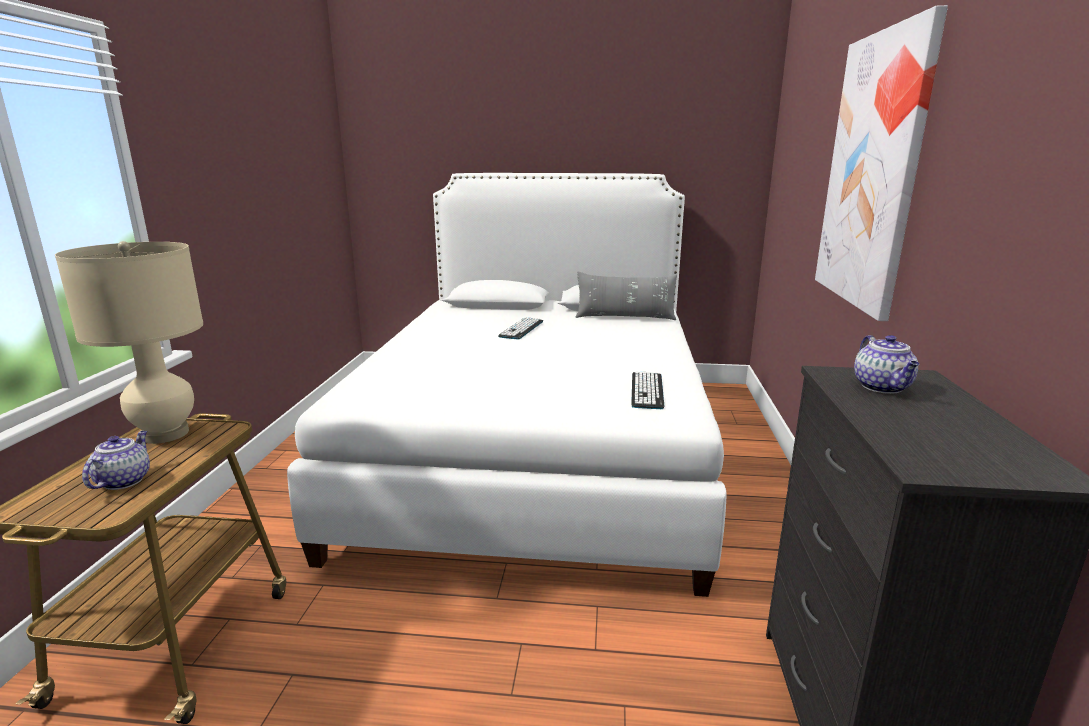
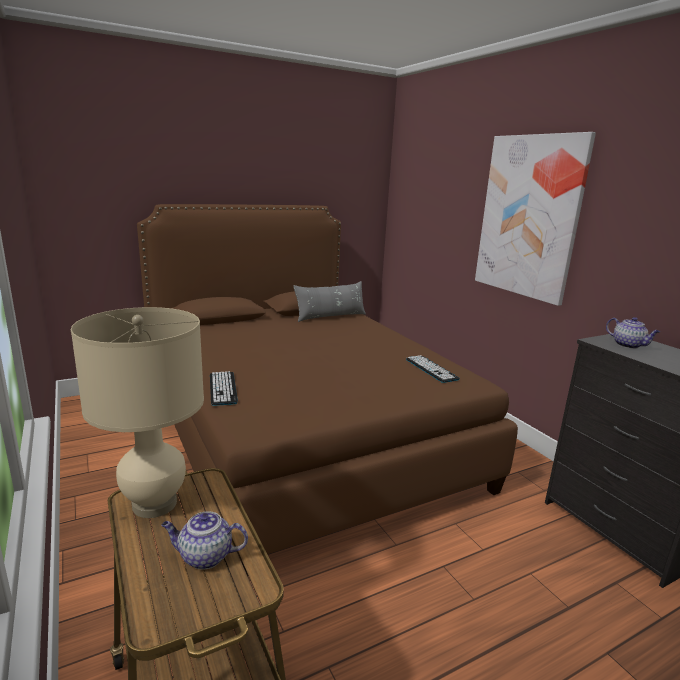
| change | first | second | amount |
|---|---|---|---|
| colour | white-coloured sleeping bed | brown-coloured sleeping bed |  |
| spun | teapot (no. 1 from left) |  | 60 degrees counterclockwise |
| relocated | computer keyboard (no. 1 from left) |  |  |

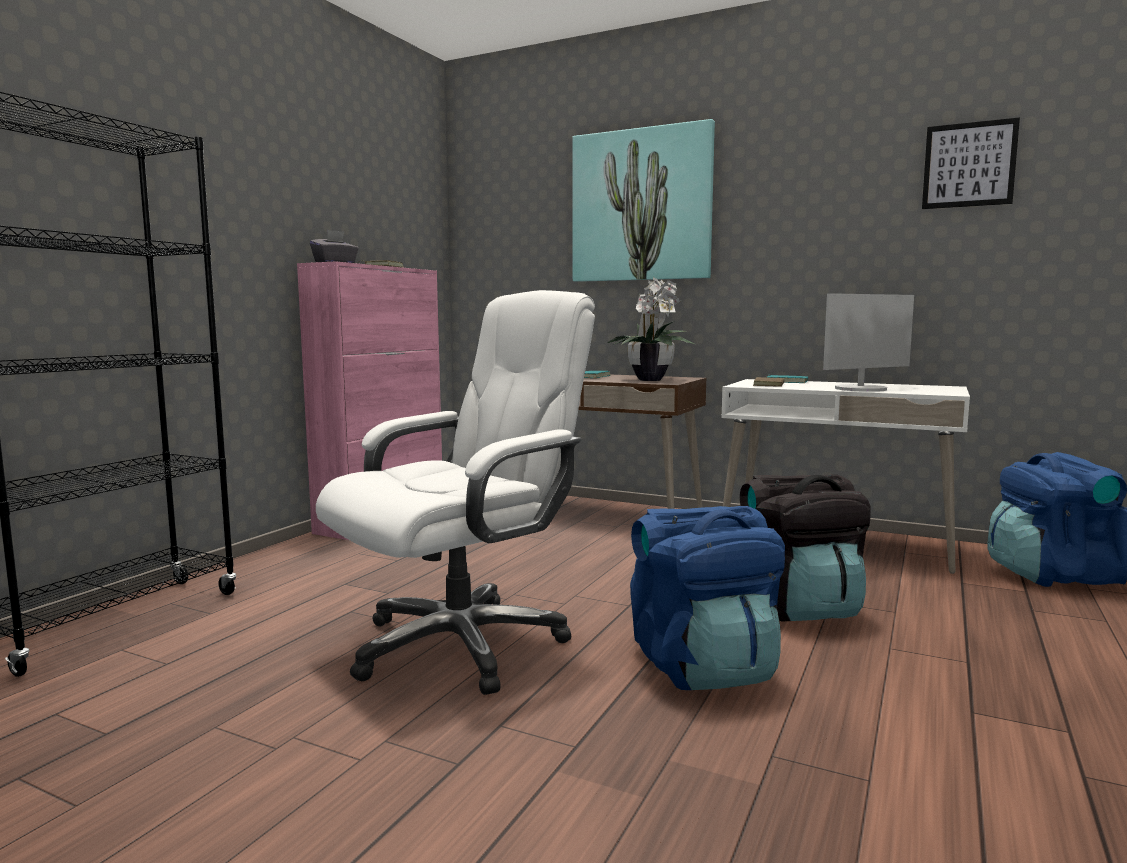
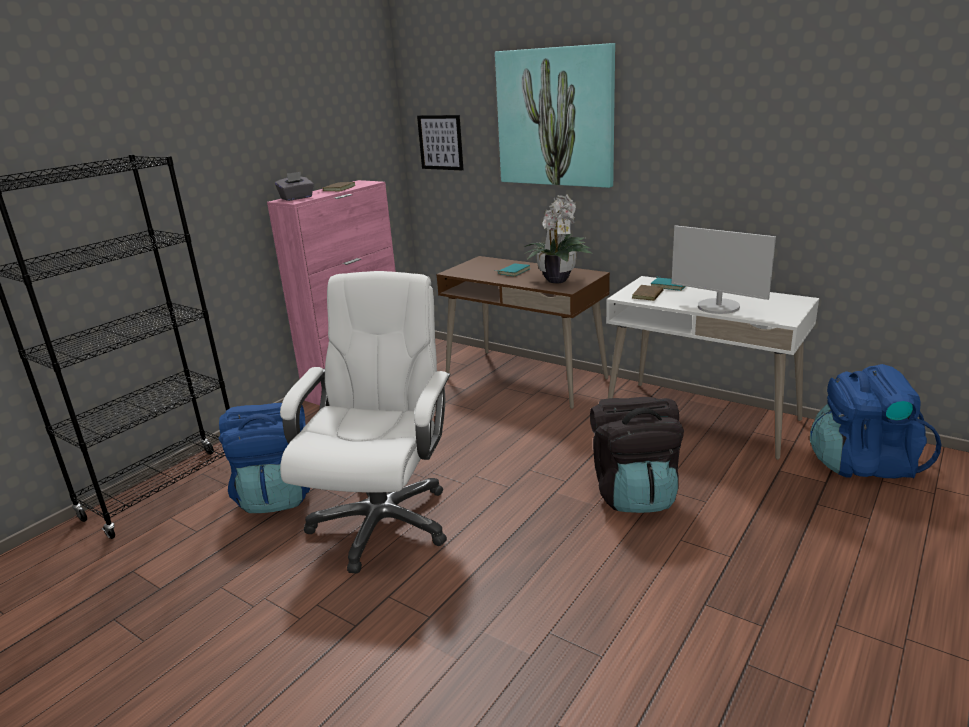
| change | first | second | amount |
|---|---|---|---|
| relocated | blue rucksack (no. 1 from left) |  |  |
| spun | white-coloured office chair |  | 45 degrees counterclockwise |
| relocated | wall art (no. 2 from left in the first image) | wall art (no. 1 from left) |  |
| spun | computer screen |  | 60 degrees clockwise |

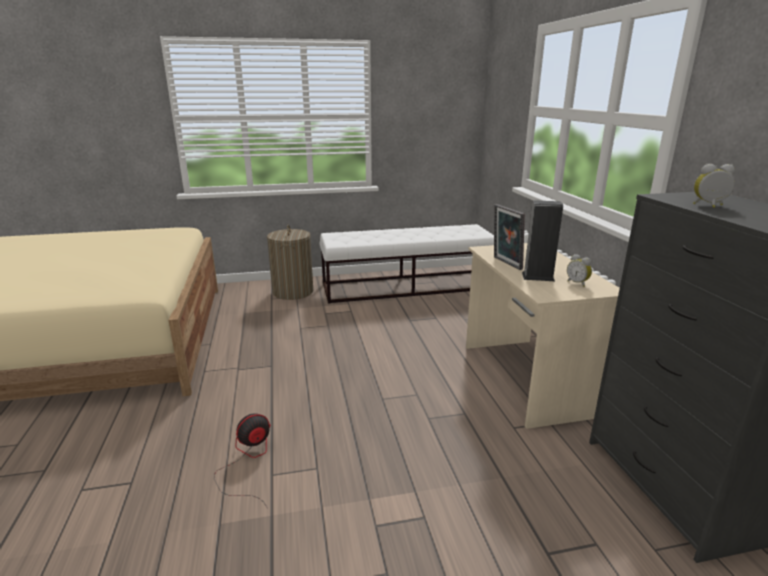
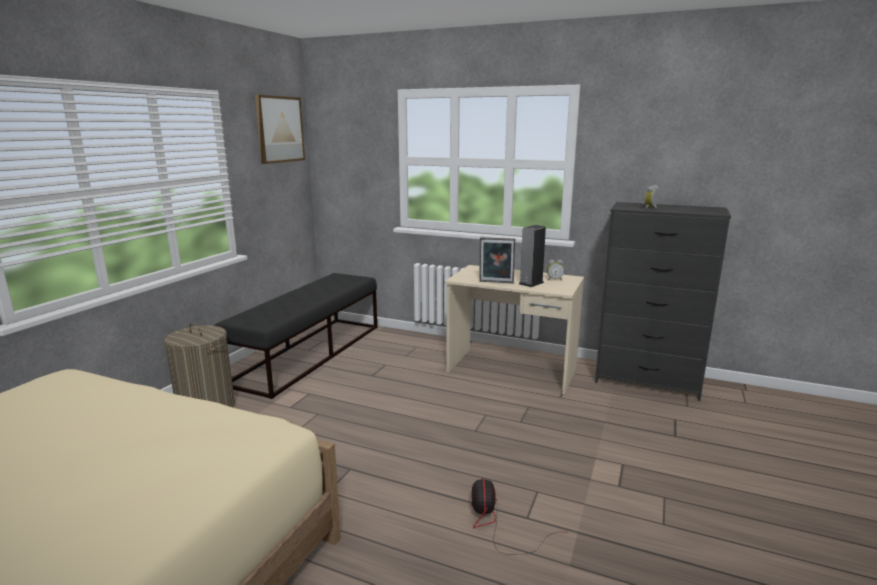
| change | first | second | amount |
|---|---|---|---|
| colour | white-coloured long seat | black long seat |  |
| appeared |  | wall art |  |

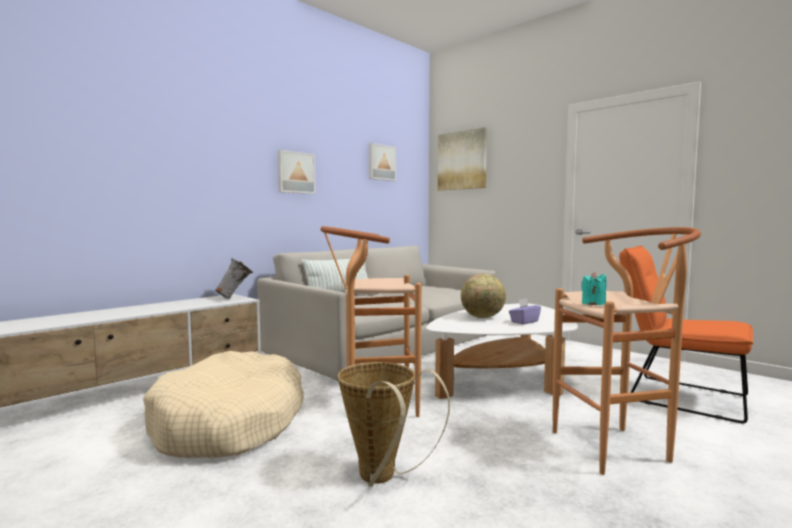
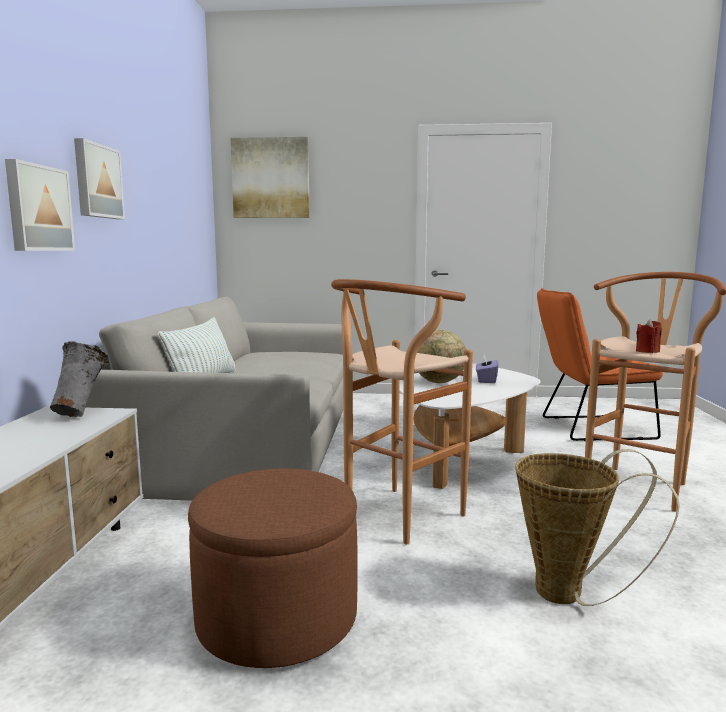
| change | first | second | amount |
|---|---|---|---|
| relocated | wall art (no. 2 from left in the first image) | wall art (no. 1 from left) |  |
| exchanged | beige-coloured dog bed | brown-coloured ottoman |  |
| colour | blue-green candle | red candle |  |

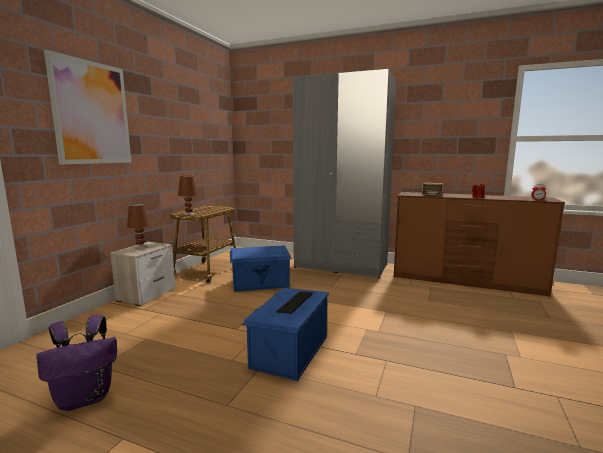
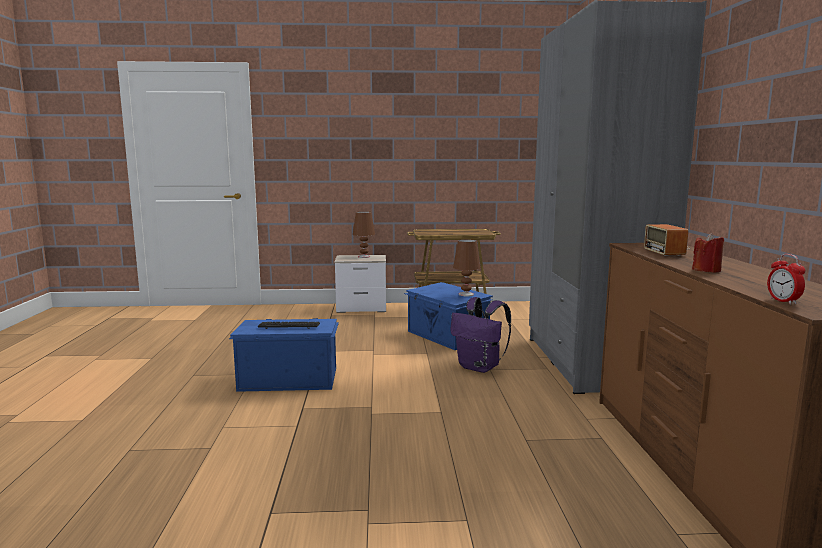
| change | first | second | amount |
|---|---|---|---|
| relocated | purple-coloured rucksack |  |  |
| relocated | brown-coloured table lamp (no. 2 from left) |  |  |
| missing | wall art |  |  |

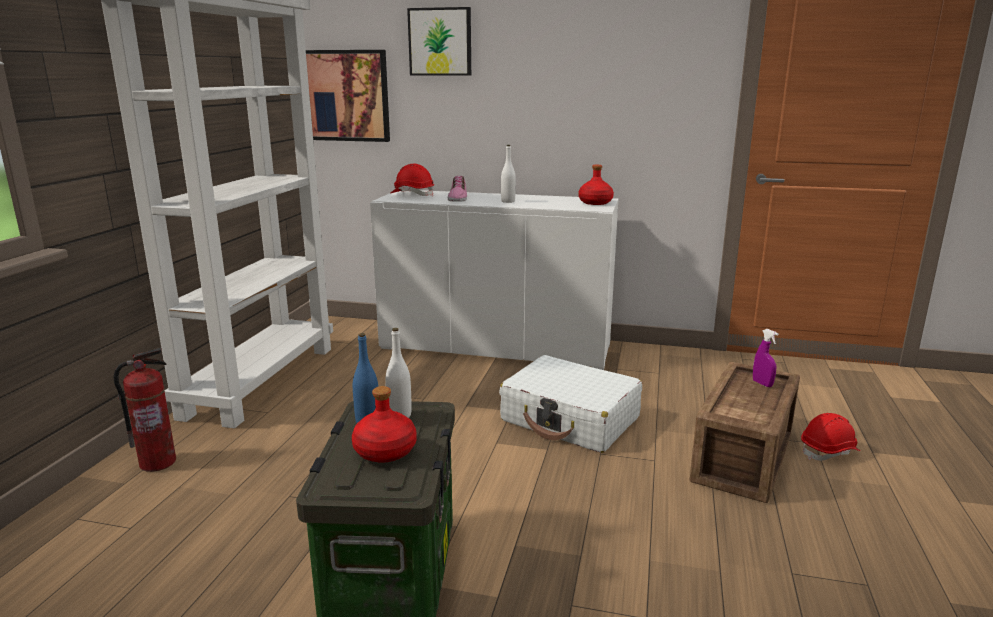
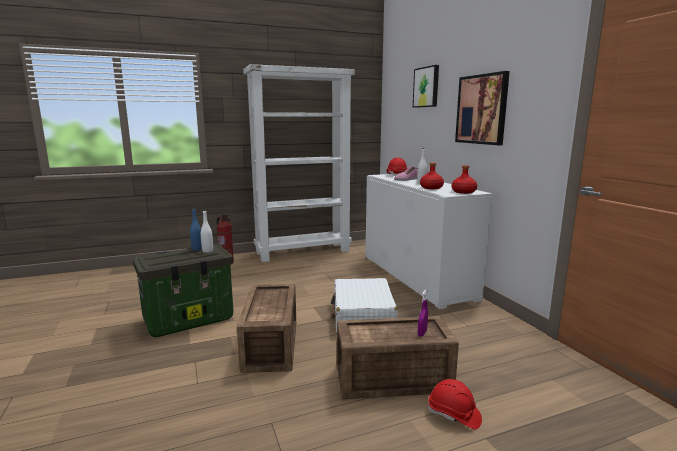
| change | first | second | amount |
|---|---|---|---|
| appeared |  | crate (no. 1 from left) |  |
| relocated | red bottle (no. 1 from left) |  |  |
| relocated | wall art (no. 1 from left in the first image) | wall art (no. 2 from left) |  |

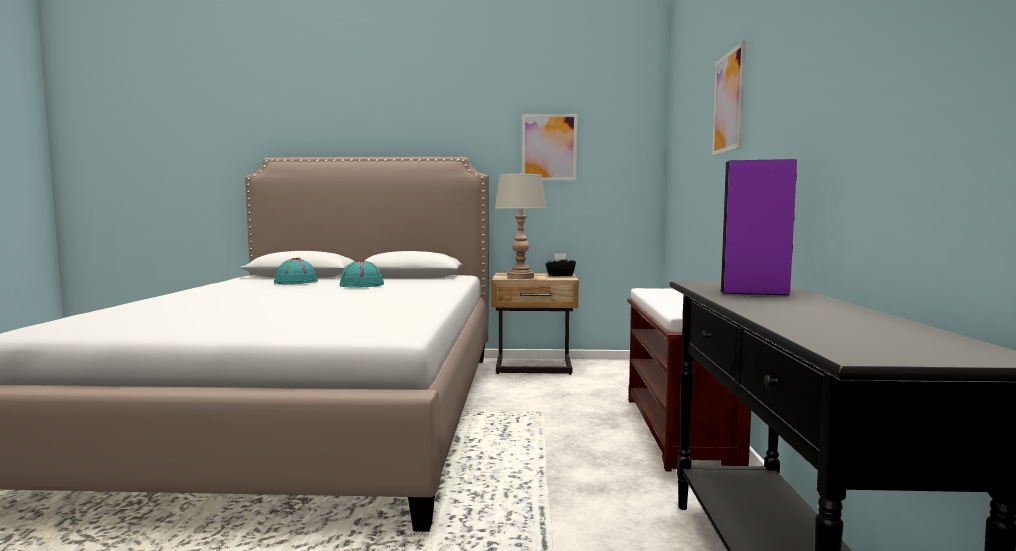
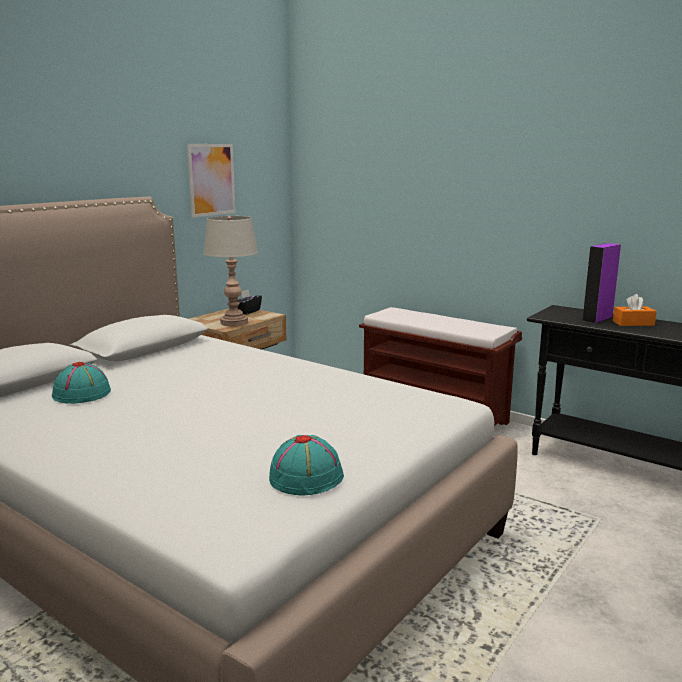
| change | first | second | amount |
|---|---|---|---|
| relocated | blue-green clothing hat (no. 2 from left) |  |  |
| appeared |  | orangey tissue box |  |
| missing | wall art (no. 2 from left) |  |  |

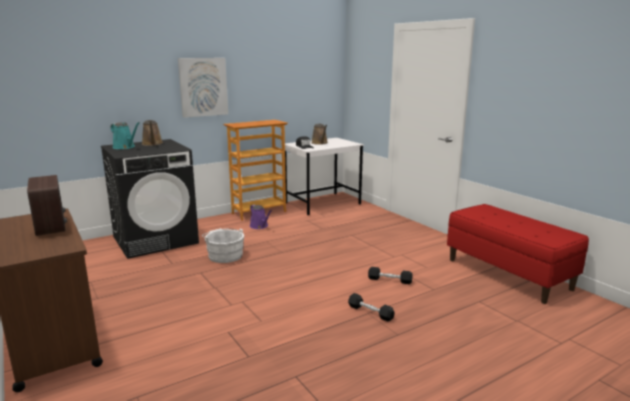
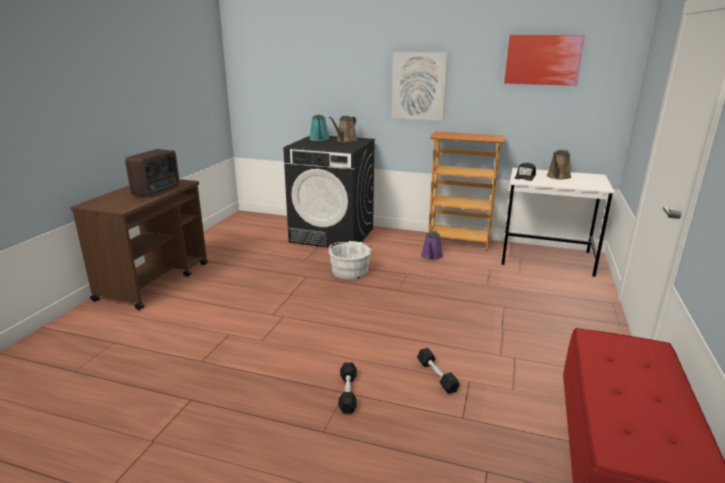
| change | first | second | amount |
|---|---|---|---|
| appeared |  | wall art (no. 2 from left) |  |

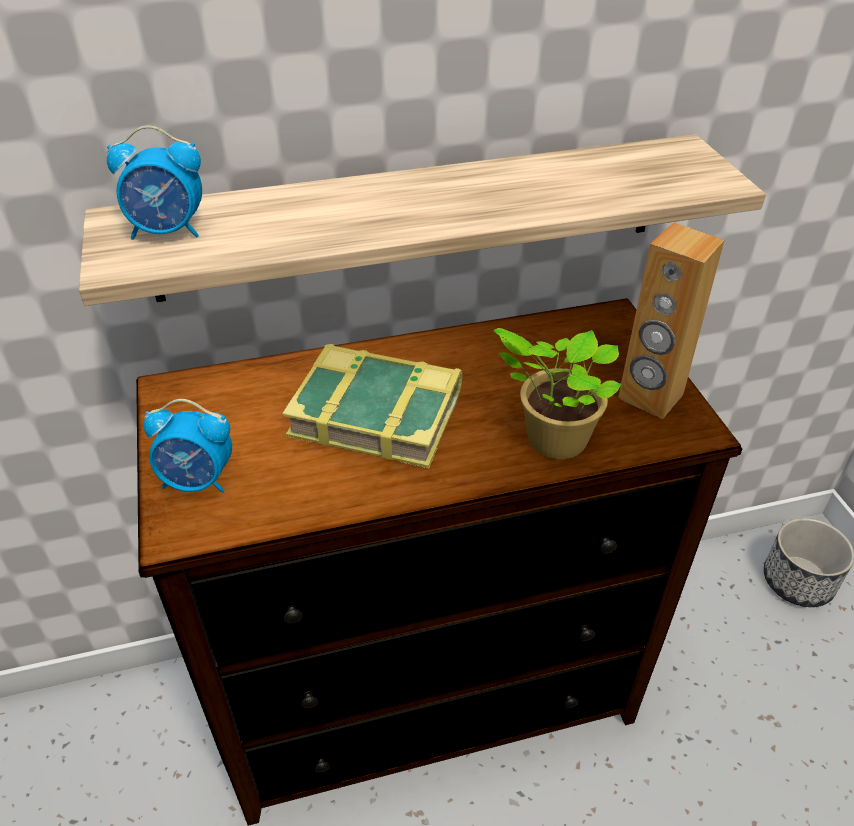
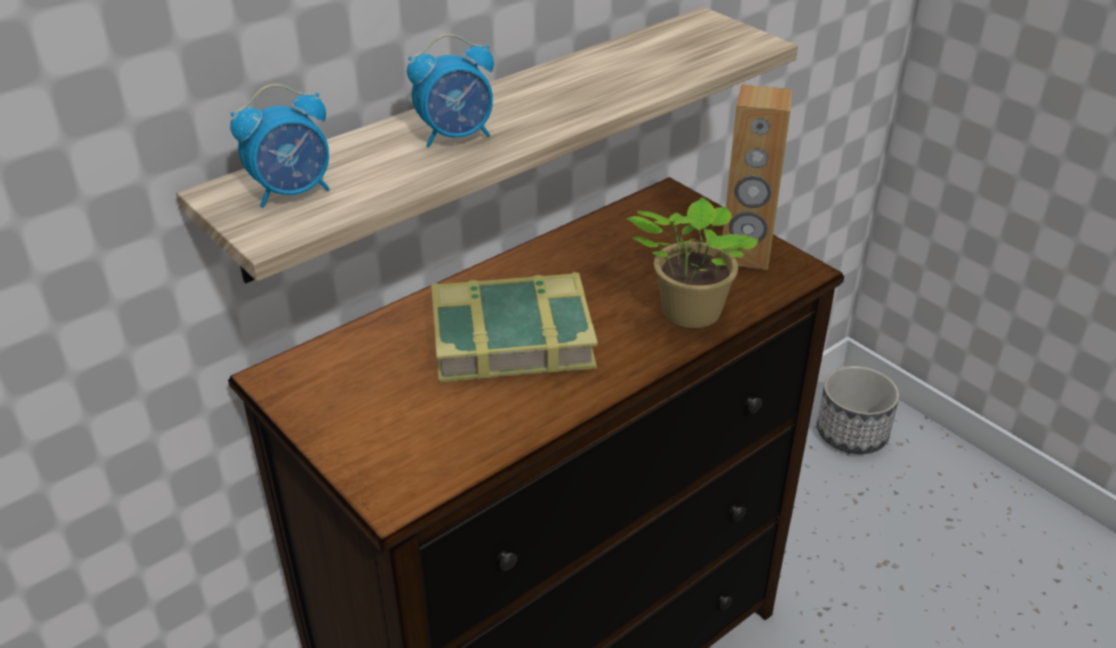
| change | first | second | amount |
|---|---|---|---|
| relocated | alarm clock (no. 2 from left) |  |  |

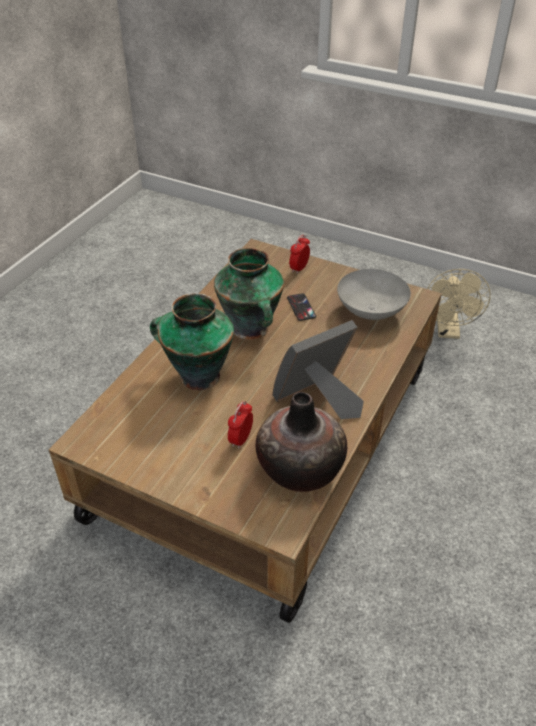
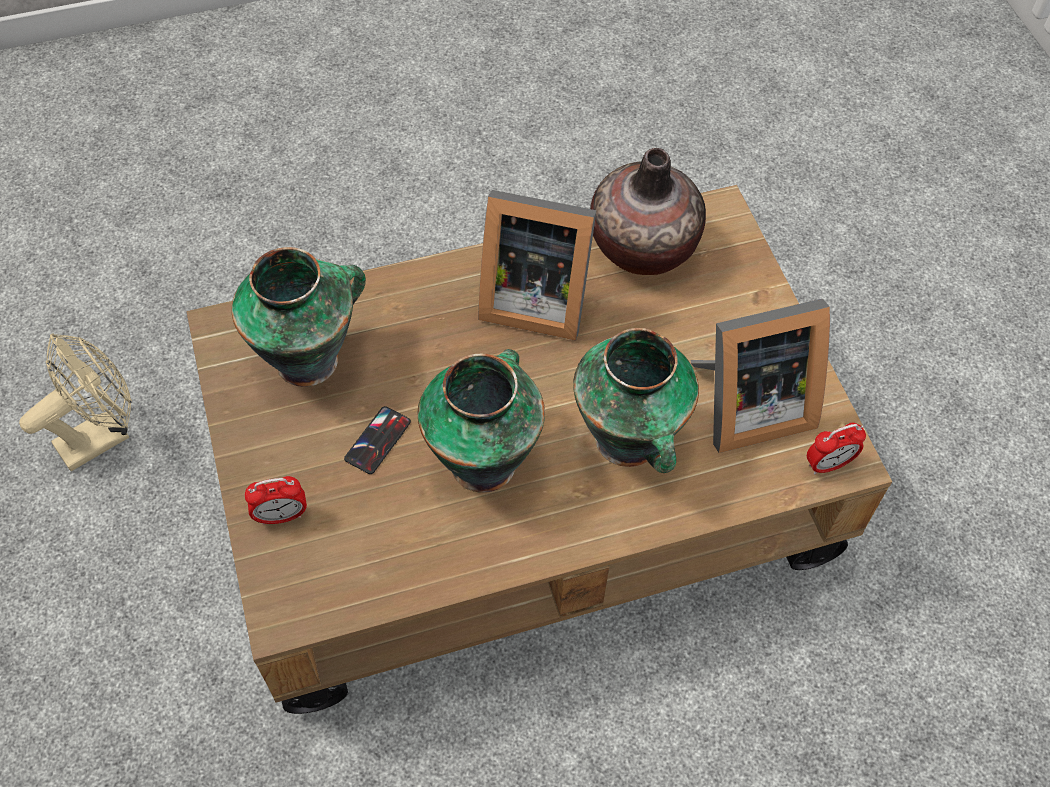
| change | first | second | amount |
|---|---|---|---|
| exchanged | greyish bowl | vase (no. 1 from left) |  |
| appeared |  | photo frame (no. 2 from left) |  |
| relocated | alarm clock (no. 1 from left in the first image) | alarm clock (no. 2 from left) |  |

